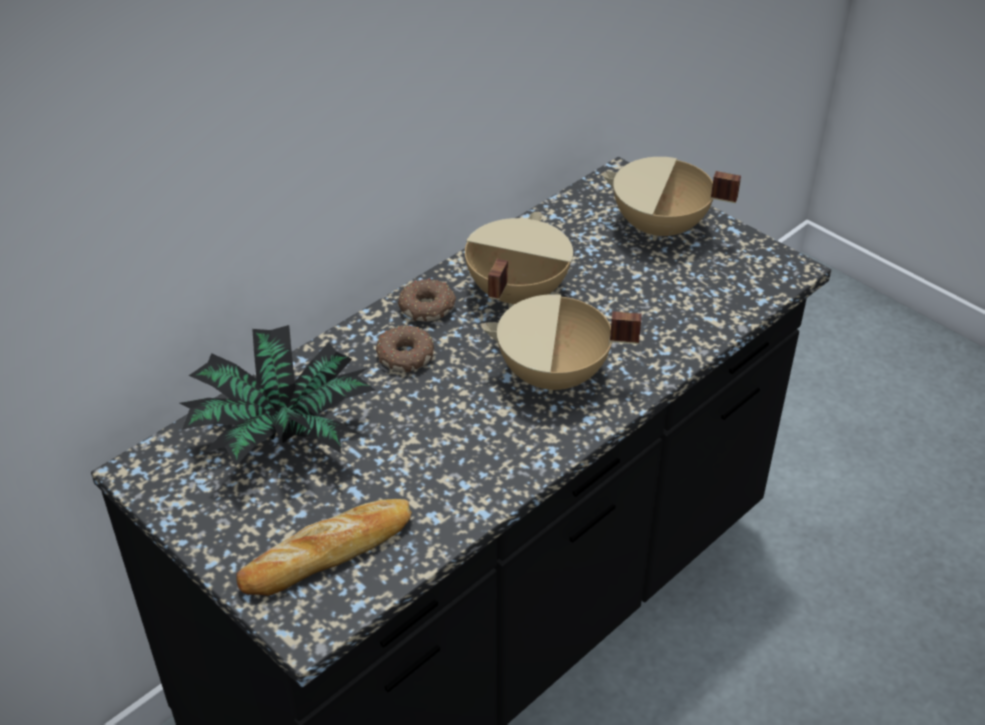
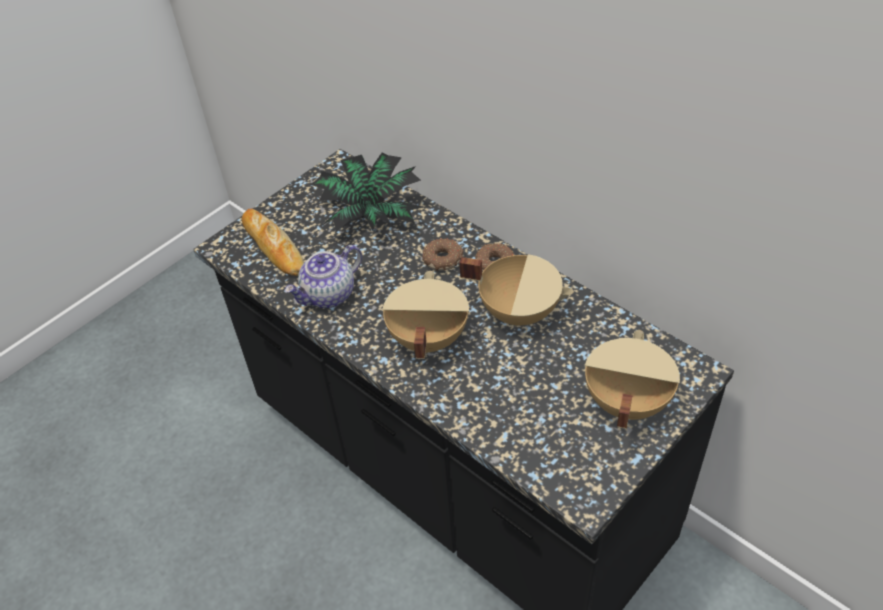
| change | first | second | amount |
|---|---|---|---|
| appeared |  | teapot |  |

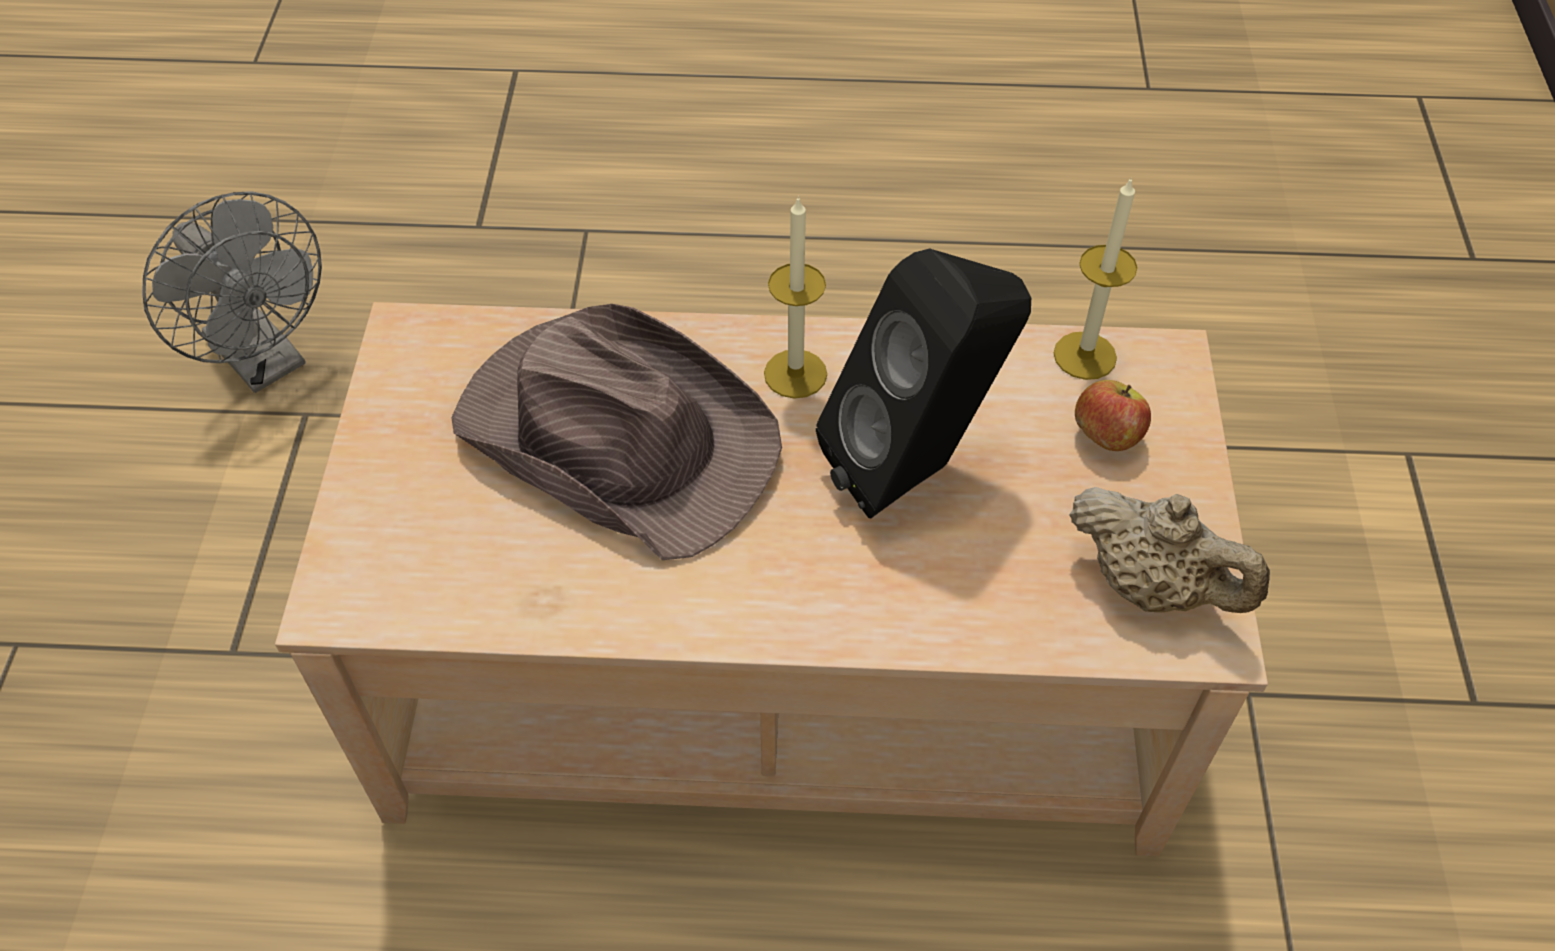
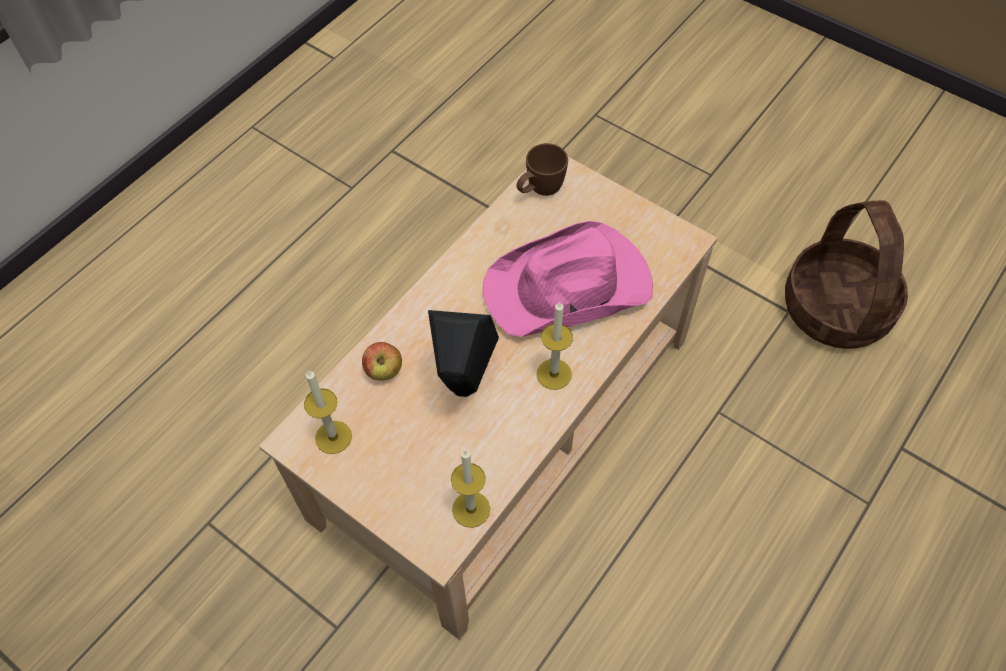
| change | first | second | amount |
|---|---|---|---|
| exchanged | beige-coloured teapot | candle (no. 1 from left) |  |
| relocated | whole apple |  |  |
| colour | brown-coloured clothing hat | pink-coloured clothing hat |  |
| appeared |  | brown-coloured tea mug |  |
| exchanged | greyish fan | storage basket |  |

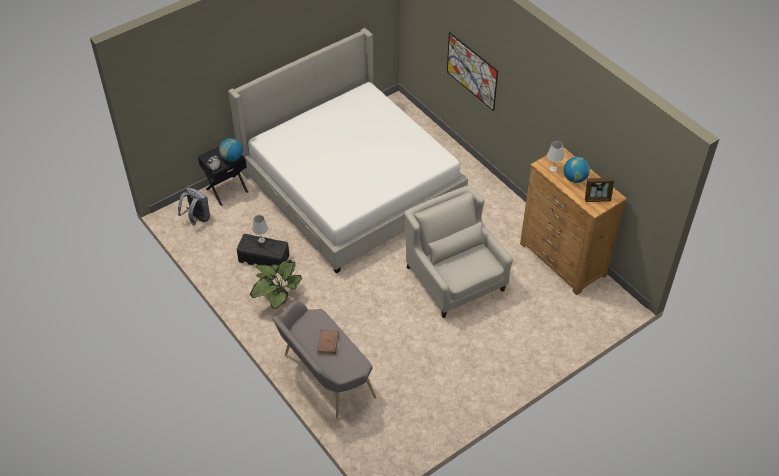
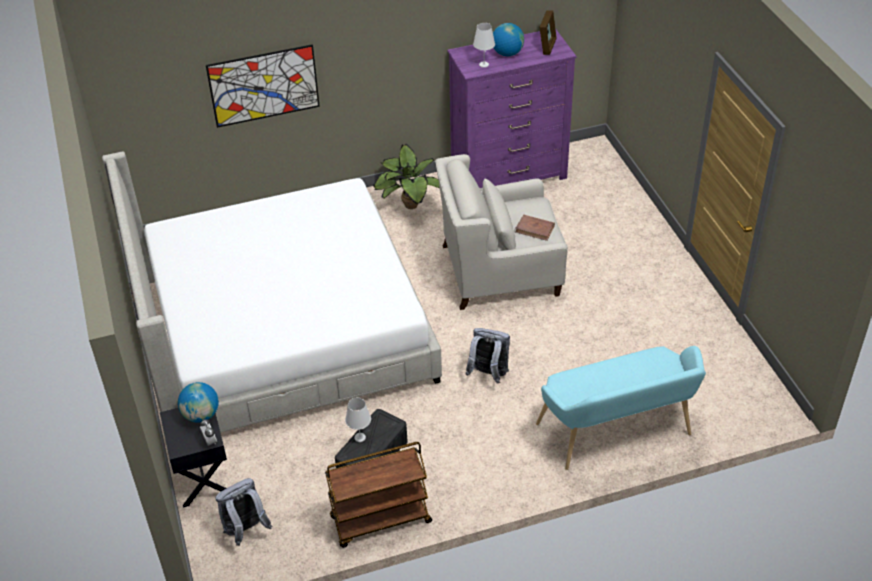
| change | first | second | amount |
|---|---|---|---|
| appeared |  | brown-coloured wheeled cart |  |
| relocated | houseplant |  |  |
| colour | brown-coloured chest of drawers | purple-coloured chest of drawers |  |
| appeared |  | greyish rucksack (no. 2 from left) |  |
| relocated | brown-coloured bound book |  |  |
| colour | greyish long seat | blue-green long seat |  |

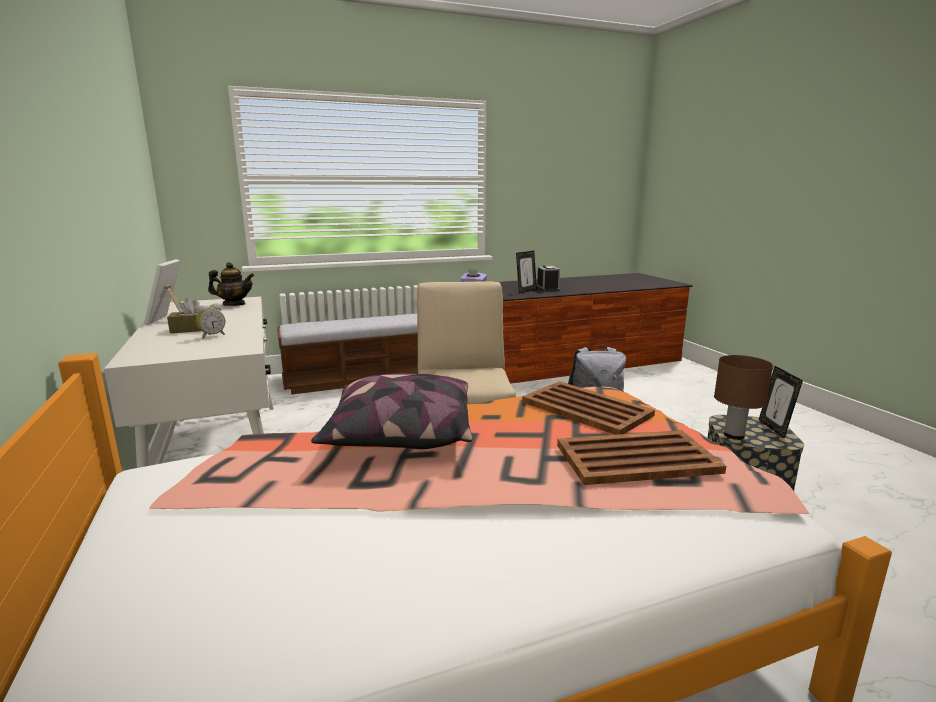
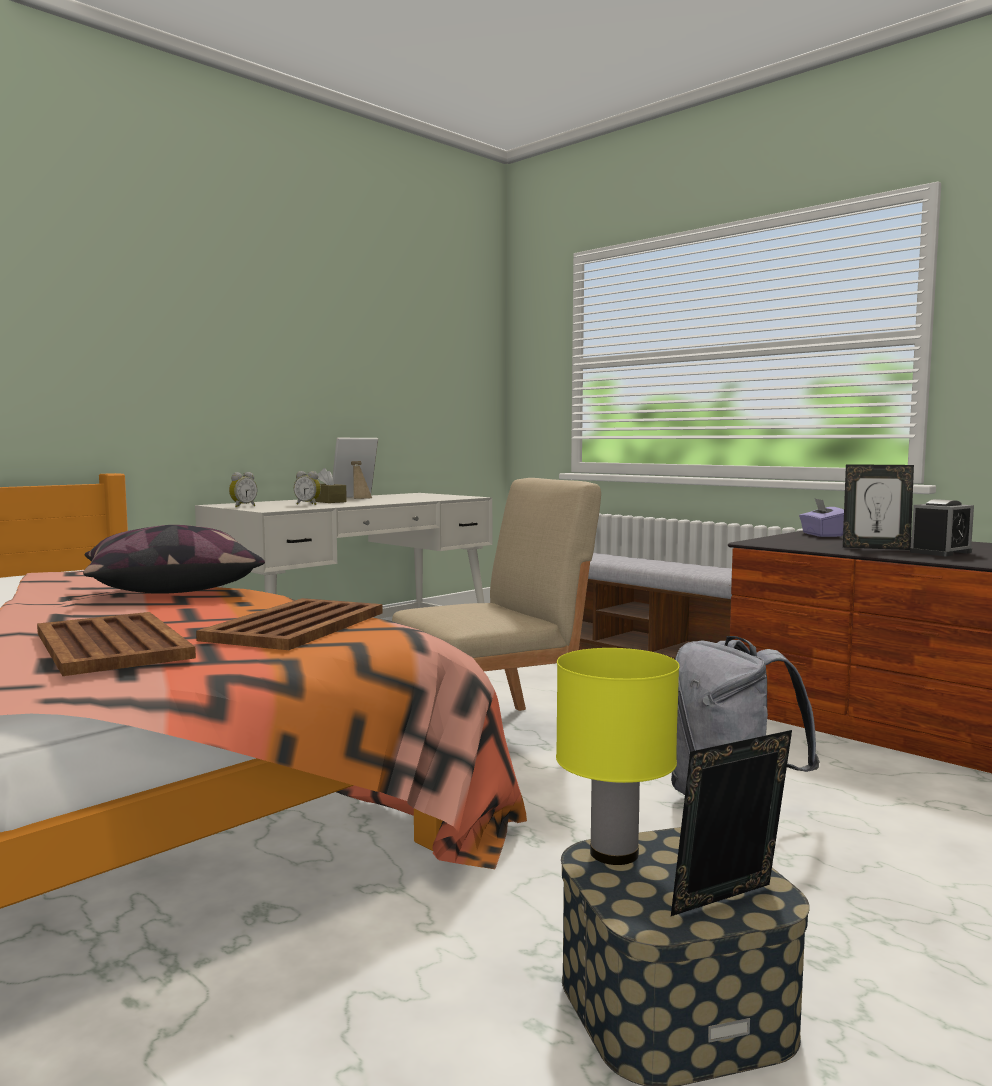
| change | first | second | amount |
|---|---|---|---|
| appeared |  | alarm clock (no. 1 from left) |  |
| colour | brown-coloured table lamp | yellowish table lamp |  |
| missing | teapot |  |  |

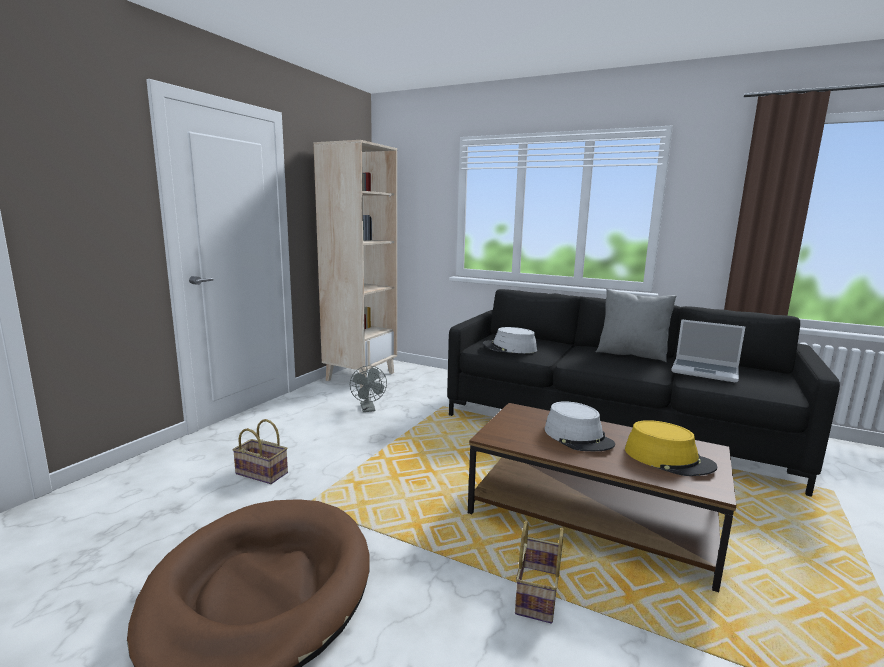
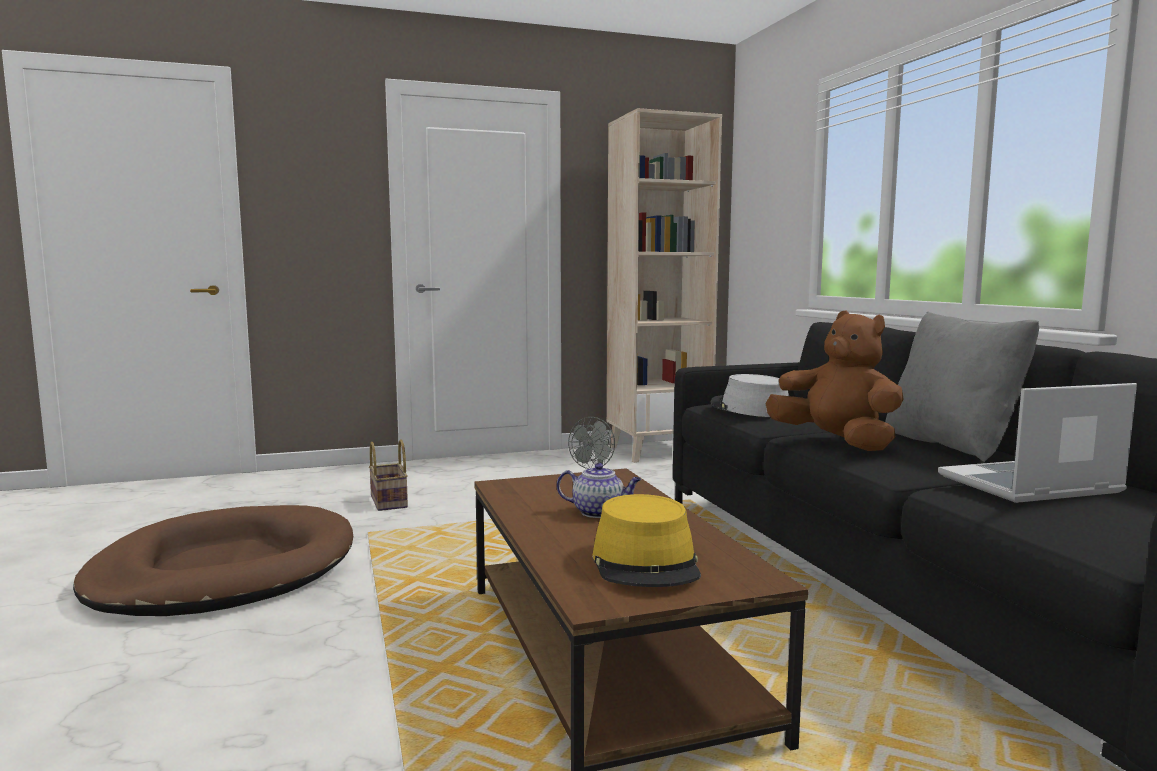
| change | first | second | amount |
|---|---|---|---|
| exchanged | greyish clothing hat (no. 2 from left) | teapot |  |
| appeared |  | brown-coloured plush toy |  |
| spun | portable computer |  | 90 degrees clockwise |
| missing | storage basket (no. 2 from left) |  |  |

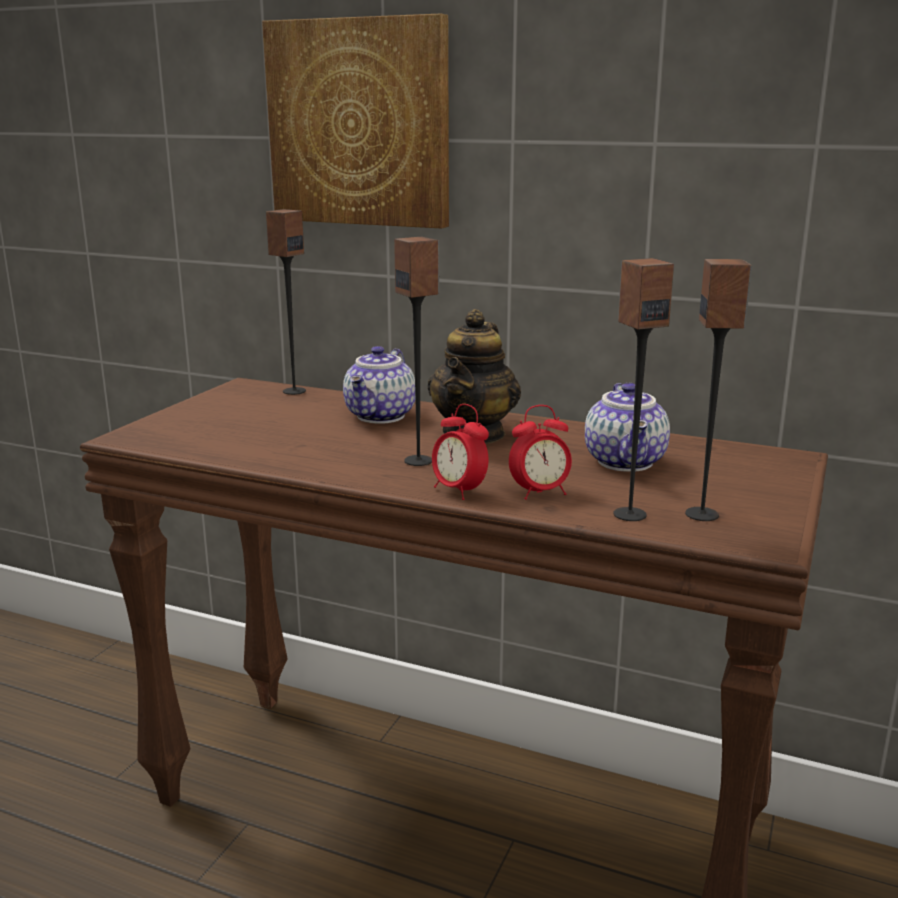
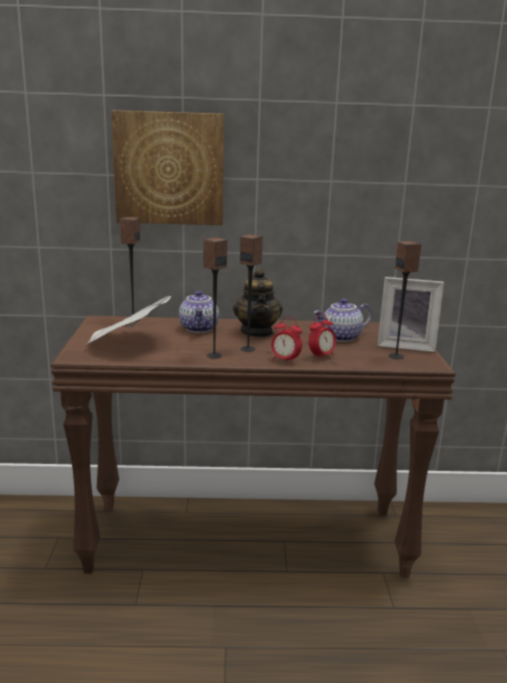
| change | first | second | amount |
|---|---|---|---|
| appeared |  | printed paper |  |
| relocated | speaker (no. 3 from left in the first image) | speaker (no. 2 from left) |  |
| spun | teapot (no. 3 from left) |  | 90 degrees clockwise |
| appeared |  | photo frame |  |

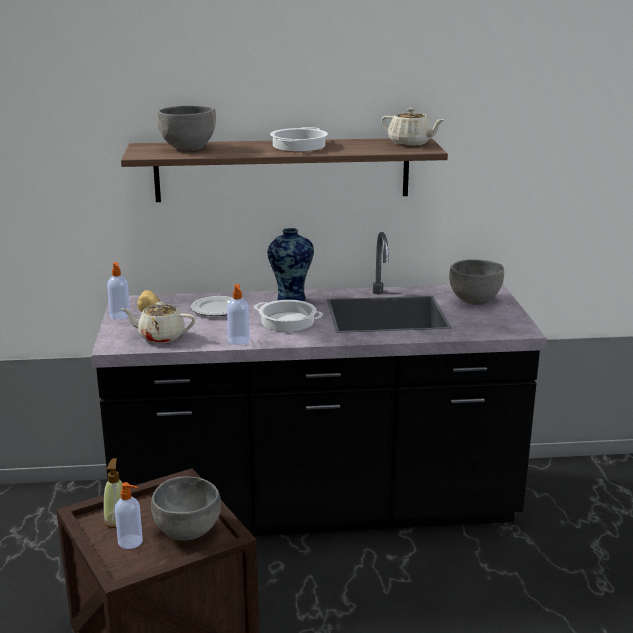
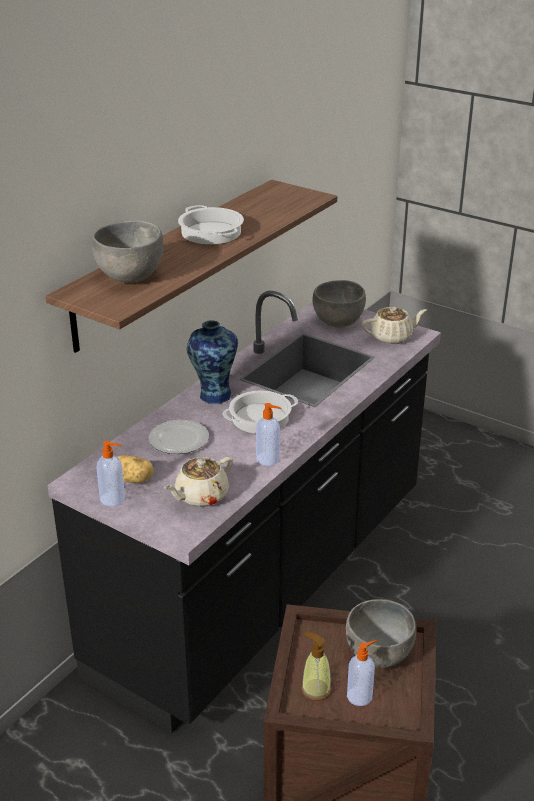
| change | first | second | amount |
|---|---|---|---|
| relocated | beige-coloured teapot (no. 2 from left) |  |  |

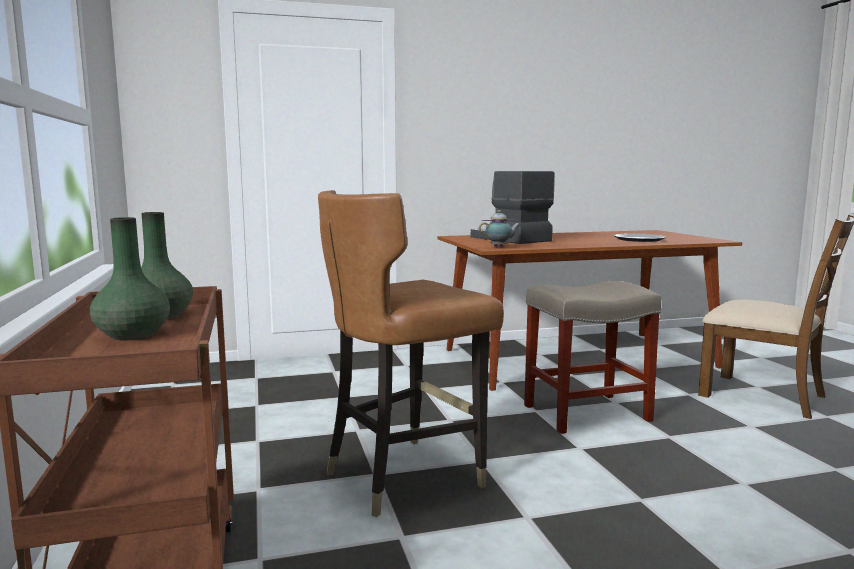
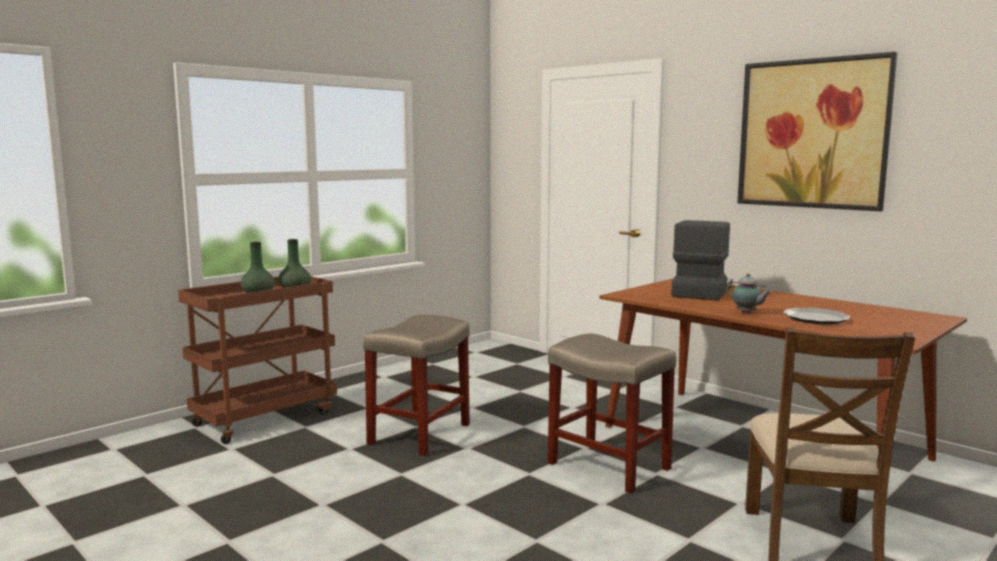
| change | first | second | amount |
|---|---|---|---|
| exchanged | brown-coloured chair (no. 1 from left) | beige-coloured stool (no. 1 from left) |  |
| relocated | teapot |  |  |
| appeared |  | wall art |  |

